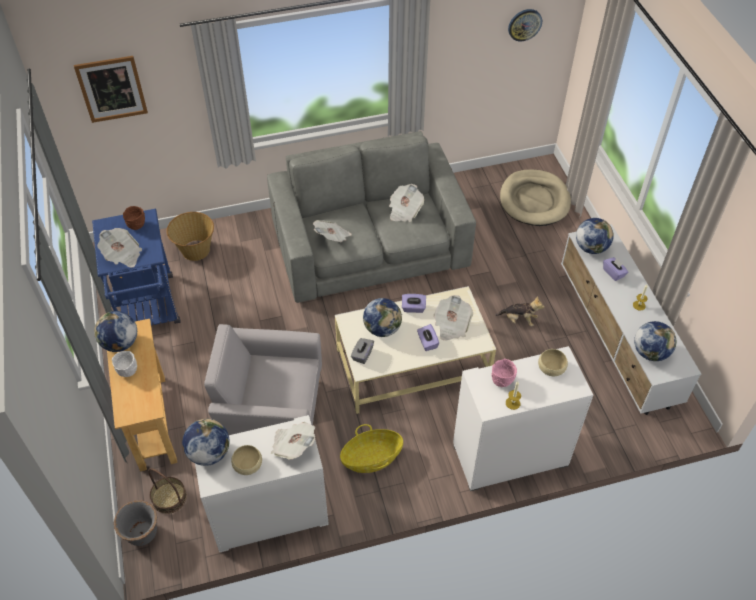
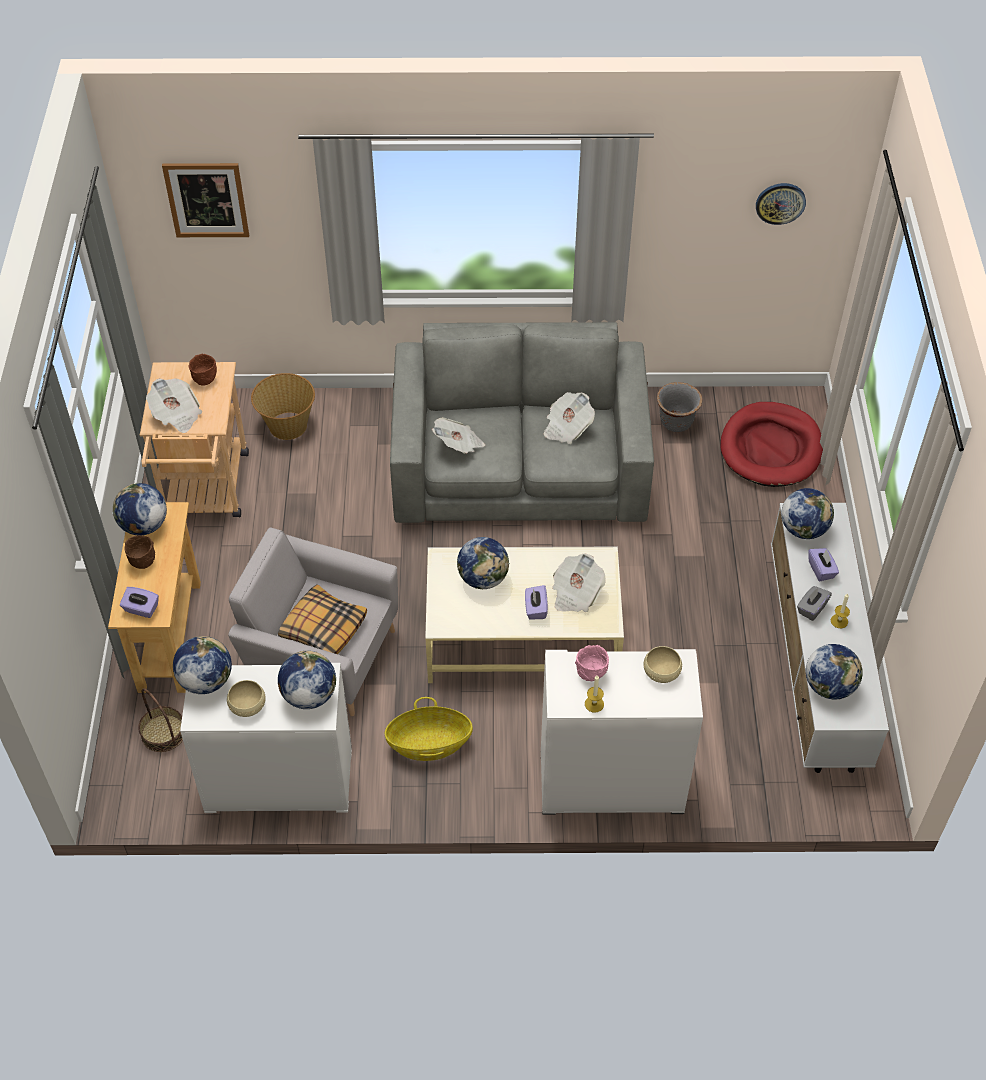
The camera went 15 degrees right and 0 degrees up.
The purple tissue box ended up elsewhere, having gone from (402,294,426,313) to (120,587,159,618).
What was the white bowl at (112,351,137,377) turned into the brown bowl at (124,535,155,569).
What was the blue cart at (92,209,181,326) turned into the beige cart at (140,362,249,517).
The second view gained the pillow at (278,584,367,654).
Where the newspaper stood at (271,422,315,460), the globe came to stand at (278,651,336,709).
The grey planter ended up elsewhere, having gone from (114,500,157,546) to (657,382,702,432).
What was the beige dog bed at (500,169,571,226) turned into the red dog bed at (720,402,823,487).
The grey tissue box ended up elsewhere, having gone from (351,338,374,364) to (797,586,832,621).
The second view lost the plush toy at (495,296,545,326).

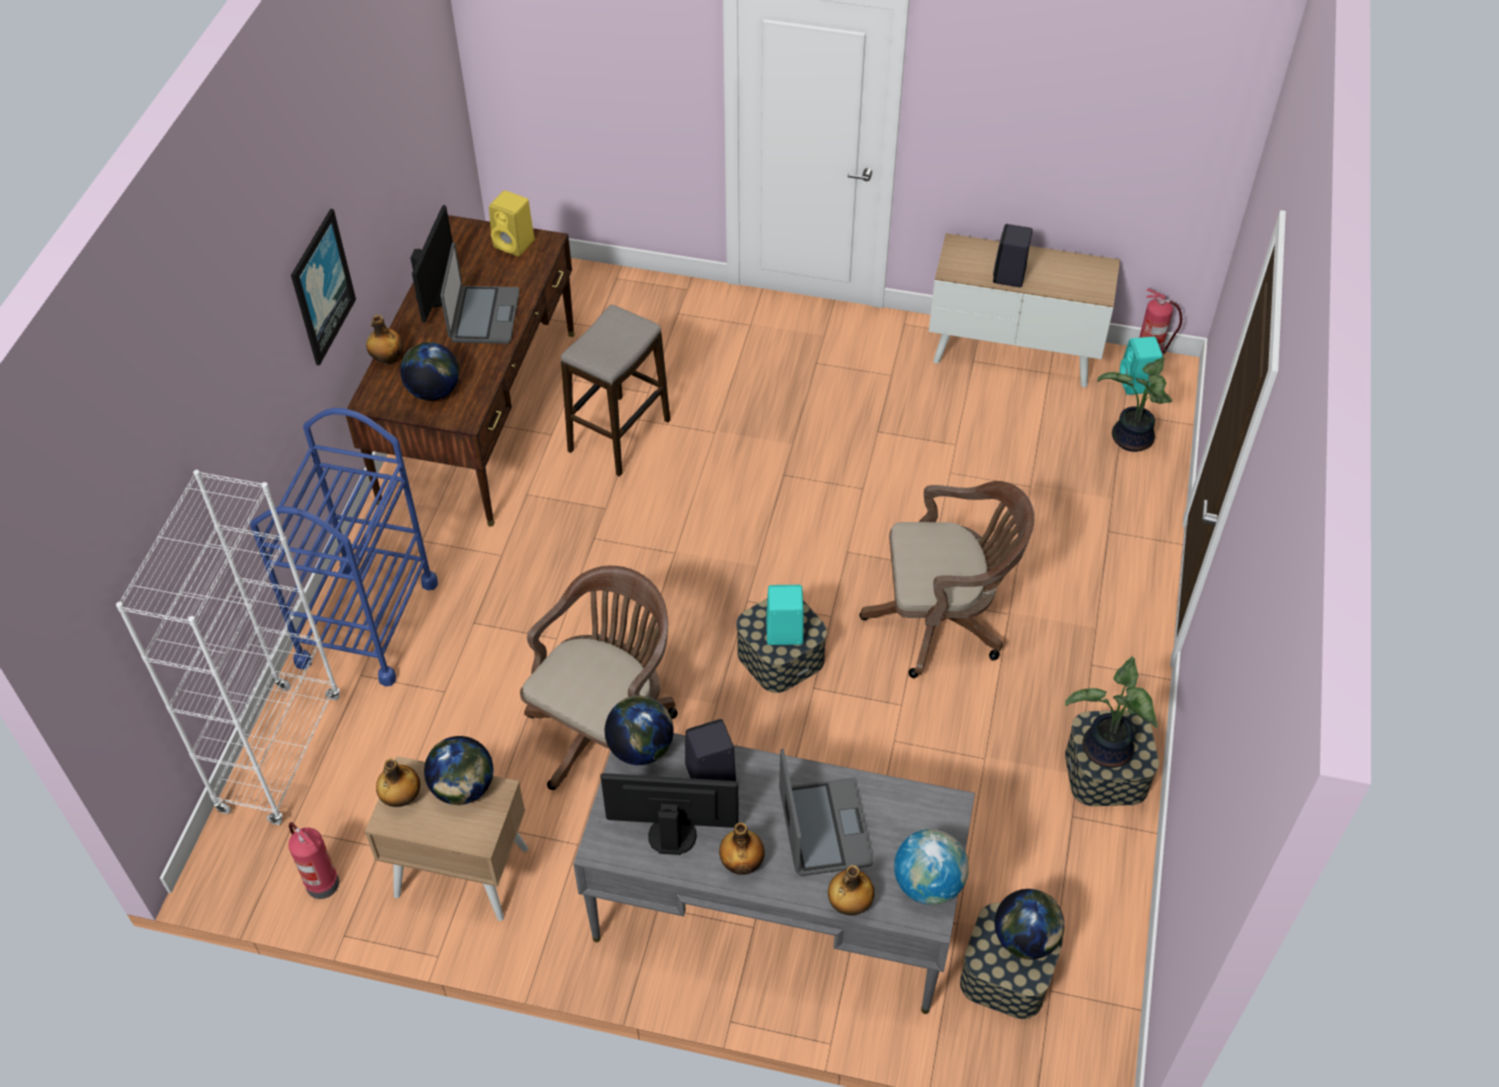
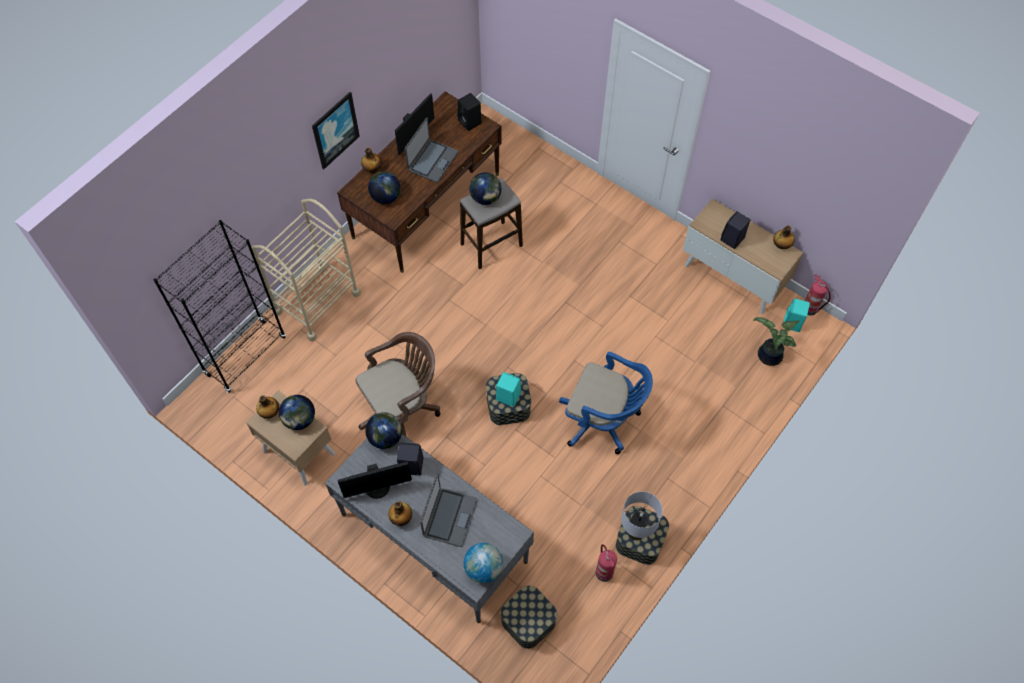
The camera went 25 degrees right and 10 degrees up.
What was the white bookcase at (116,470,340,825) turned into the black bookcase at (154,220,286,393).
What was the blue cart at (250,408,438,686) turned into the beige cart at (252,199,361,342).
The monitor at (600,773,739,855) ended up facing another way, 135 degrees clockwise from before.
What was the yellow speaker at (489,190,535,257) turned into the black speaker at (457,93,482,131).
The globe ended up elsewhere, having gone from (994,889,1065,959) to (469,172,501,205).
What was the brown office chair at (859,481,1035,678) turned into the blue office chair at (559,352,653,454).
The fire extinguisher ended up elsewhere, having gone from (288,822,339,899) to (596,544,617,582).
Where the potted plant stood at (1065,656,1158,768), the grey table lamp came to stand at (621,492,662,540).
The bottle ended up elsewhere, having gone from (828,865,874,916) to (773,225,795,249).

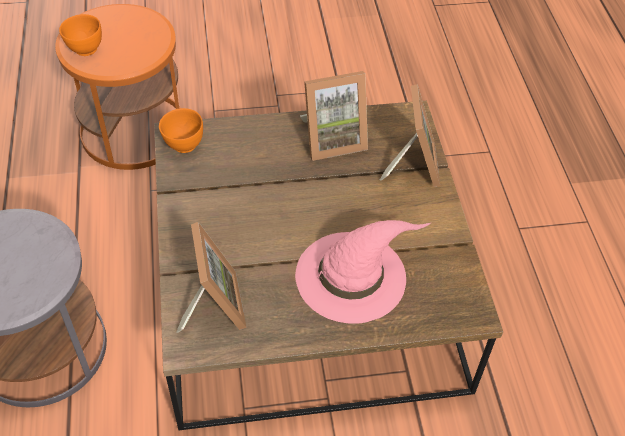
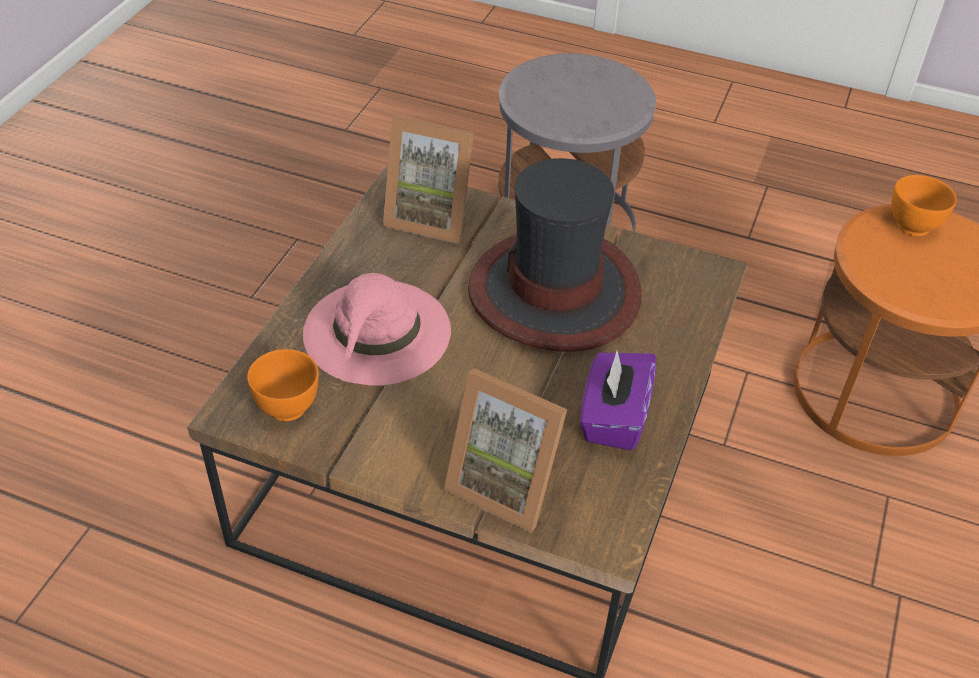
The camera went 120 degrees right and 5 degrees down.
The orange bowl ended up elsewhere, having gone from (159,108,203,153) to (247,349,319,421).
The second view gained the hat at (468,158,641,352).
Where the picture frame stood at (300,71,368,161), the purple tissue box came to stand at (580,351,656,450).

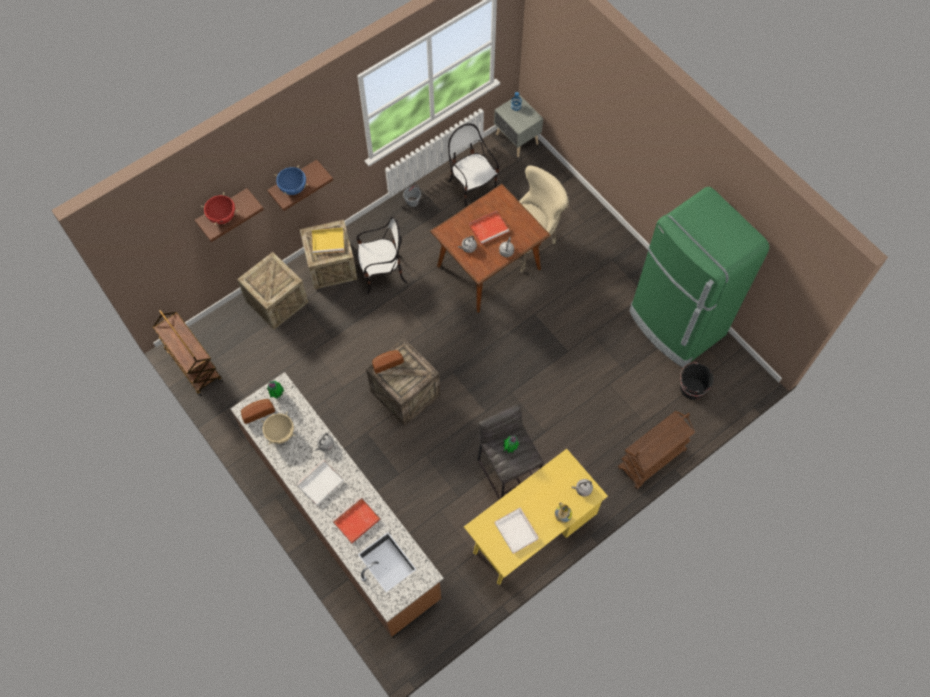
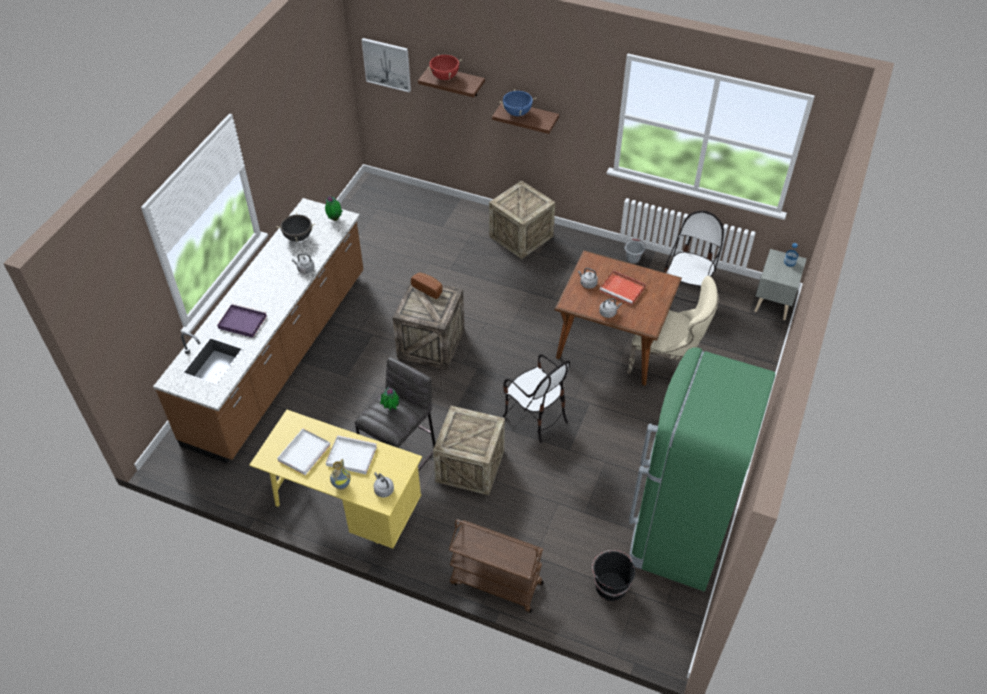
The camera went 60 degrees right and 15 degrees down.
What was the red tray at (333,497,380,543) turned into the purple tray at (217,303,267,338).
What was the beige cooking pot at (261,412,295,445) turned into the black cooking pot at (276,212,315,242).
The white tray ended up elsewhere, having gone from (297,460,344,506) to (326,435,377,474).
The second view gained the picture at (362,38,411,92).
The crate ended up elsewhere, having gone from (237,252,308,329) to (433,406,505,495).
The chair ended up elsewhere, having gone from (357,217,407,295) to (503,354,570,443).
The second view lost the brown cart at (153,310,223,396).
The second view lost the bread at (241,399,275,424).
The second view lost the yellow tray at (312,228,345,254).

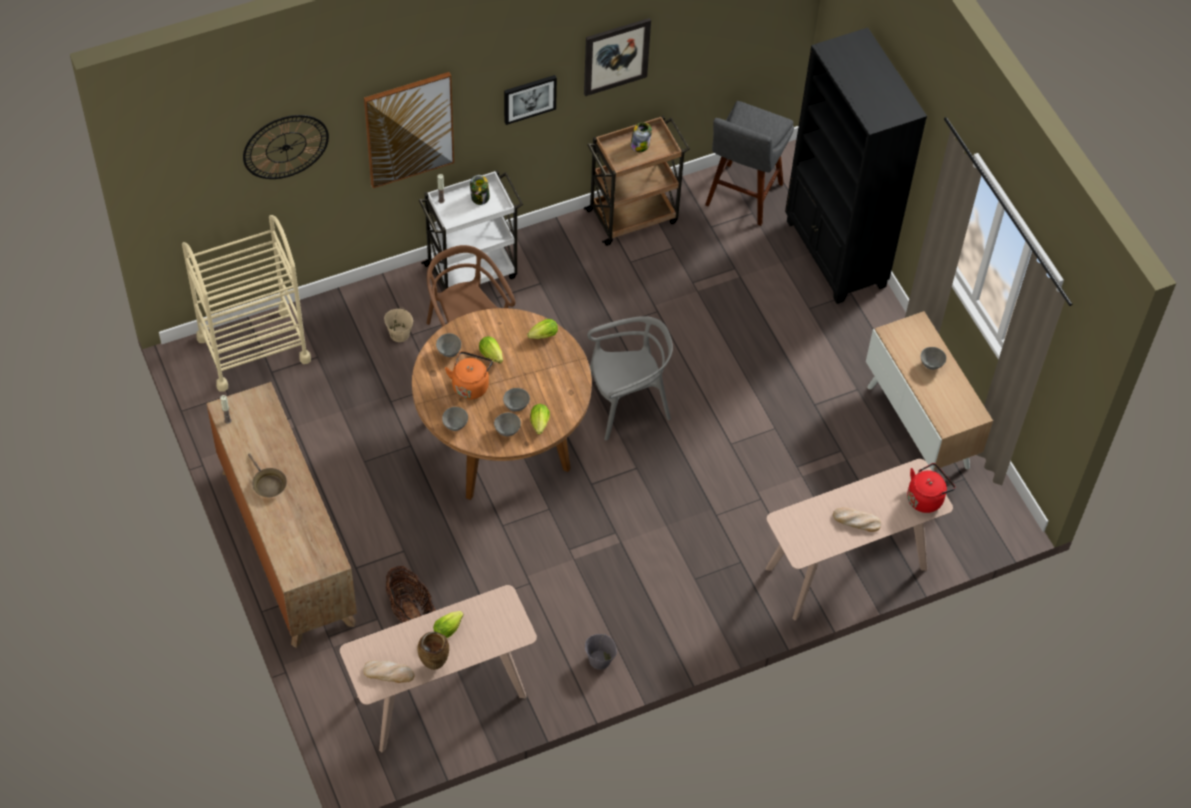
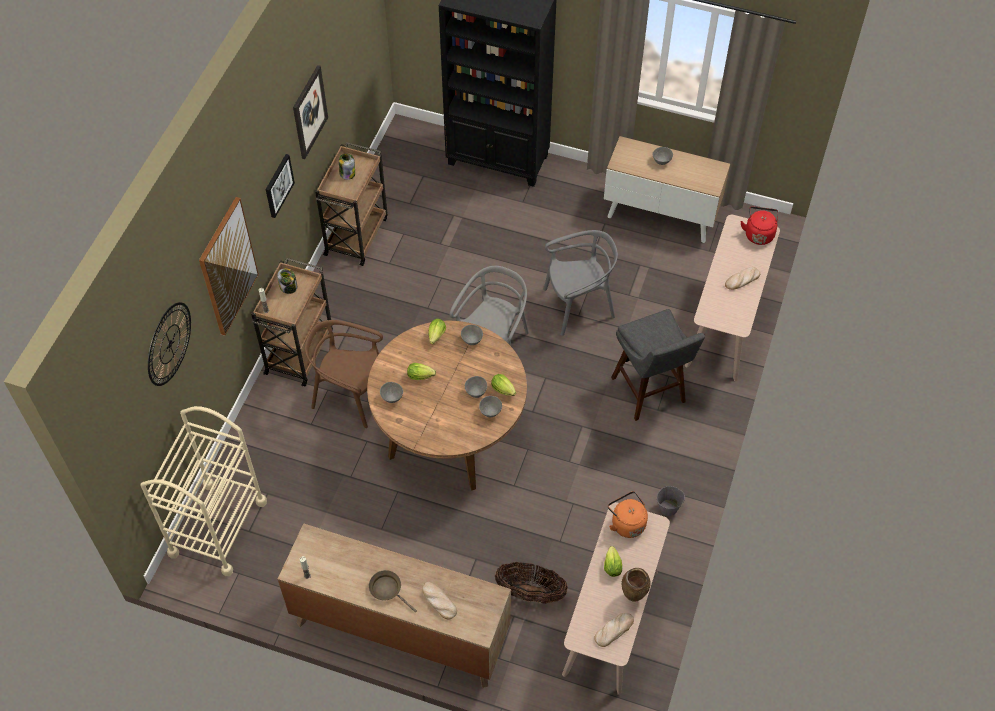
The camera went 45 degrees left and 0 degrees up.
What was the white cart at (418,170,523,290) turned into the brown cart at (251,258,333,386).
The brown frying pan at (248,453,287,497) ended up facing another way, 150 degrees counterclockwise from before.
The second view gained the bread at (422,582,457,620).
The grey bowl ended up elsewhere, having gone from (442,407,468,431) to (461,325,483,345).
The second view gained the grey chair at (543,230,618,336).
The orange kettle ended up elsewhere, having gone from (445,351,493,399) to (608,491,648,538).
The grey stool ended up elsewhere, having gone from (705,101,794,226) to (611,309,705,421).
The second view lost the beige bucket at (384,307,413,342).

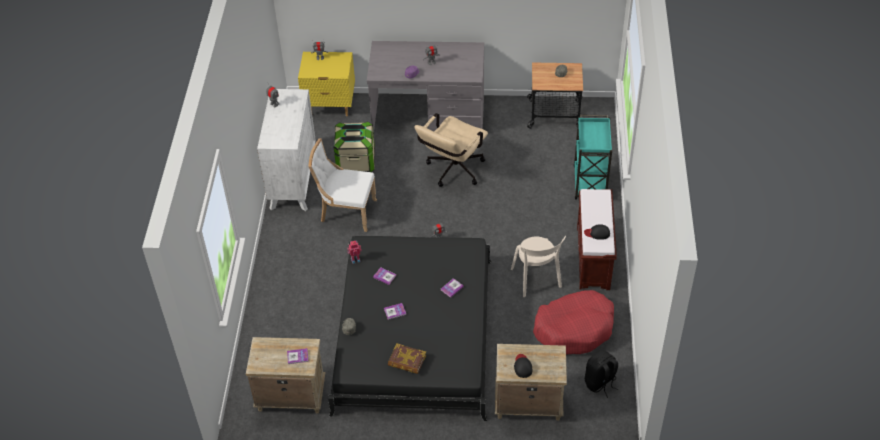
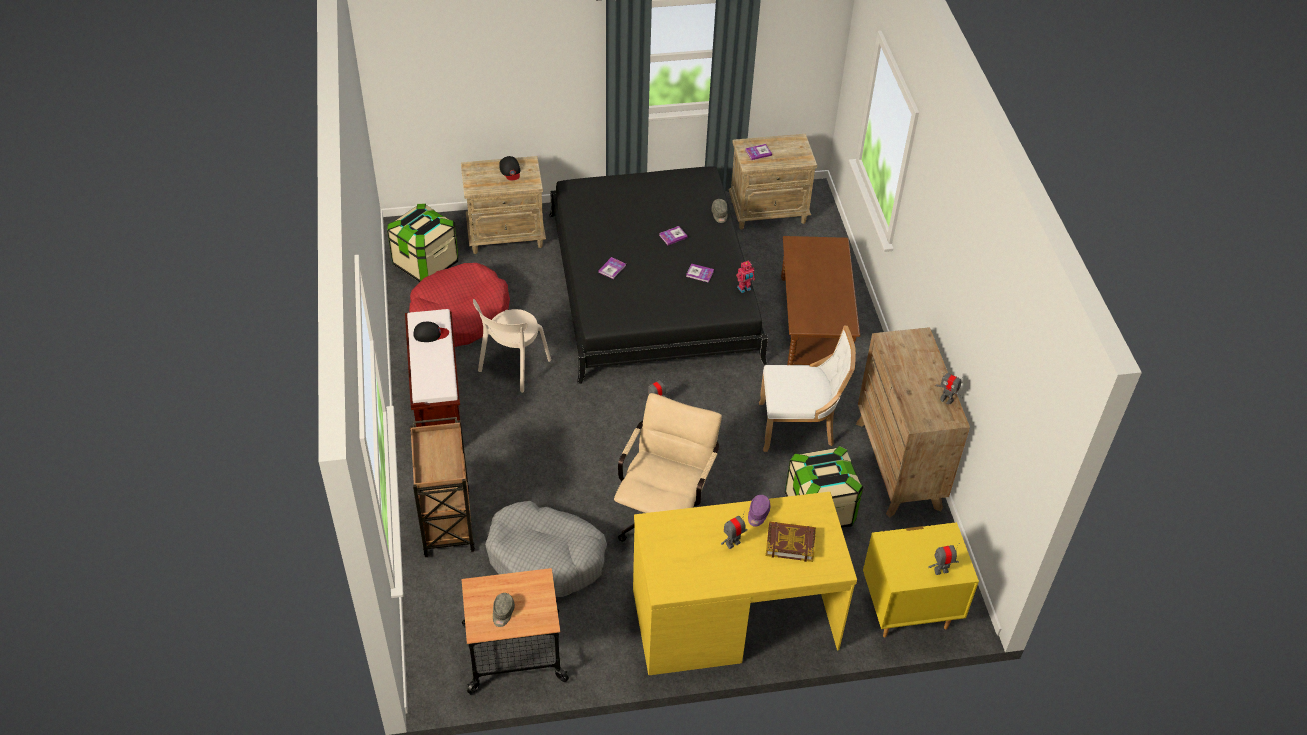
The camera went 165 degrees right and 0 degrees up.
Where the black backpack stood at (585,350,618,398), the storage box came to stand at (387,203,458,282).
What was the turquoise cart at (573,115,612,200) turned into the brown cart at (410,417,475,557).
The beige chair at (511,236,566,297) ended up facing another way, 120 degrees counterclockwise from before.
The second view gained the grey dog bed at (485,501,607,597).
What was the grey desk at (367,41,484,132) turned into the yellow desk at (633,492,857,675).
The book ended up elsewhere, having gone from (388,343,426,374) to (766,522,816,562).
The second view gained the brown coffee table at (781,236,860,365).
What was the white dresser at (257,89,316,211) turned into the brown dresser at (856,327,970,517).

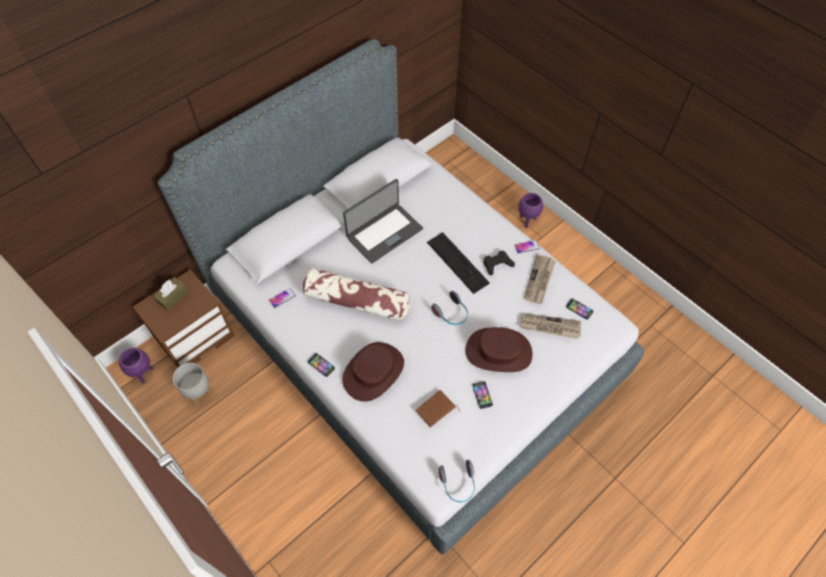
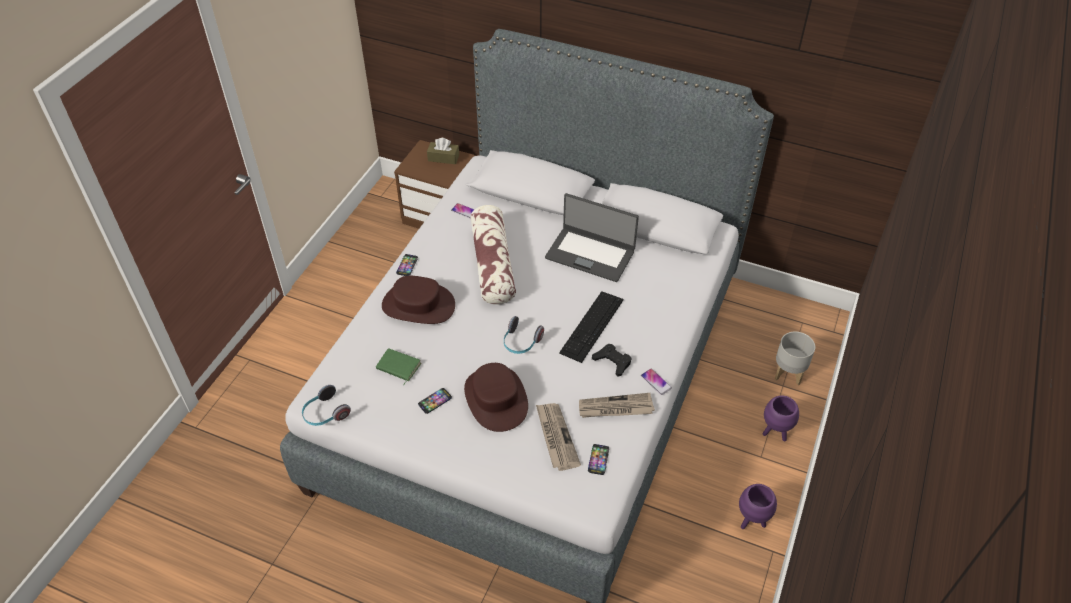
The camera went 65 degrees right and 10 degrees down.
What was the brown book at (416,390,460,427) turned into the green book at (376,348,421,386).
The purple planter ended up elsewhere, having gone from (119,348,153,384) to (739,484,777,529).
The grey planter ended up elsewhere, having gone from (173,363,214,406) to (775,331,815,385).

